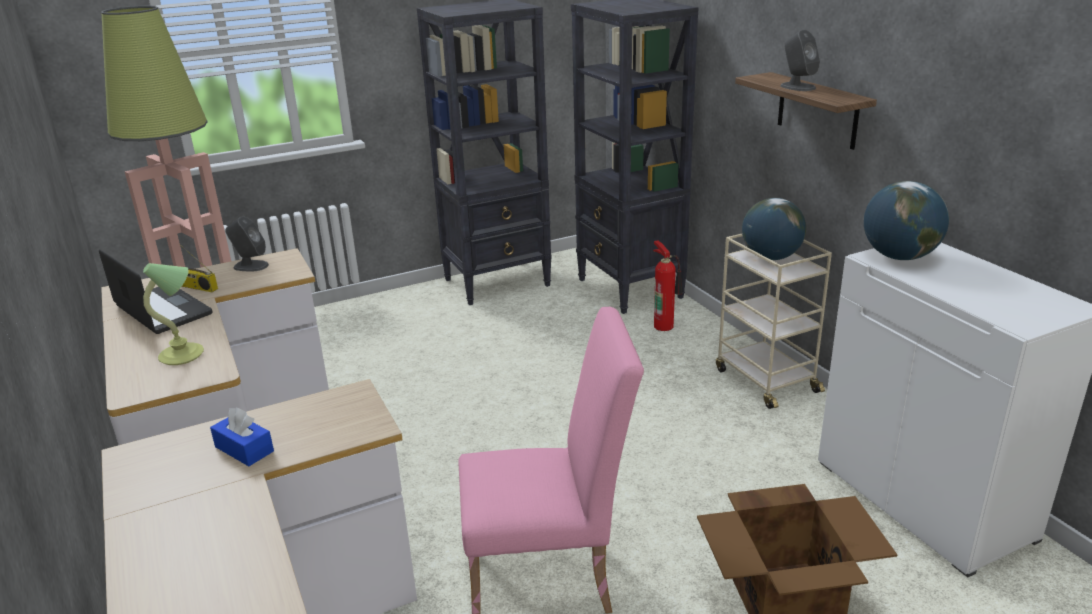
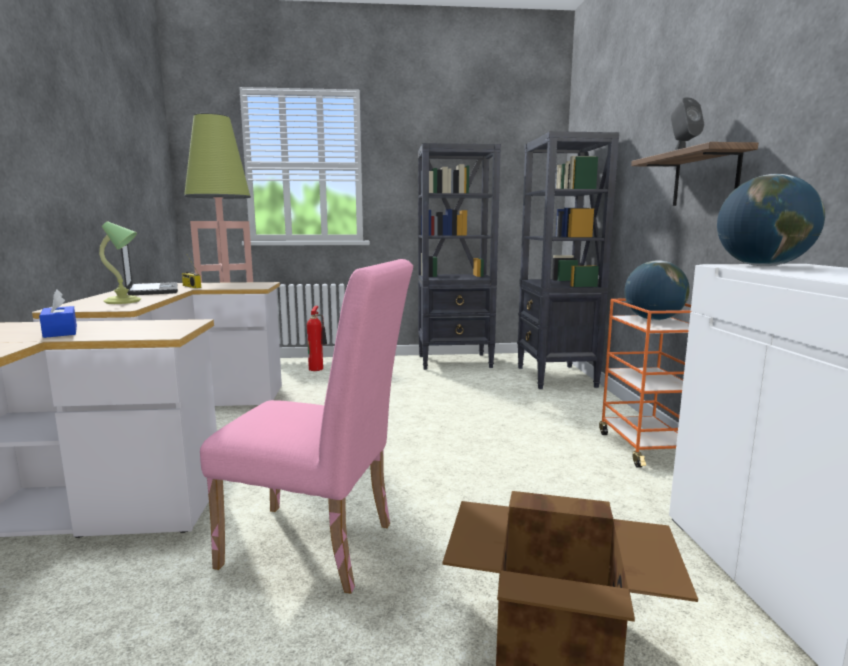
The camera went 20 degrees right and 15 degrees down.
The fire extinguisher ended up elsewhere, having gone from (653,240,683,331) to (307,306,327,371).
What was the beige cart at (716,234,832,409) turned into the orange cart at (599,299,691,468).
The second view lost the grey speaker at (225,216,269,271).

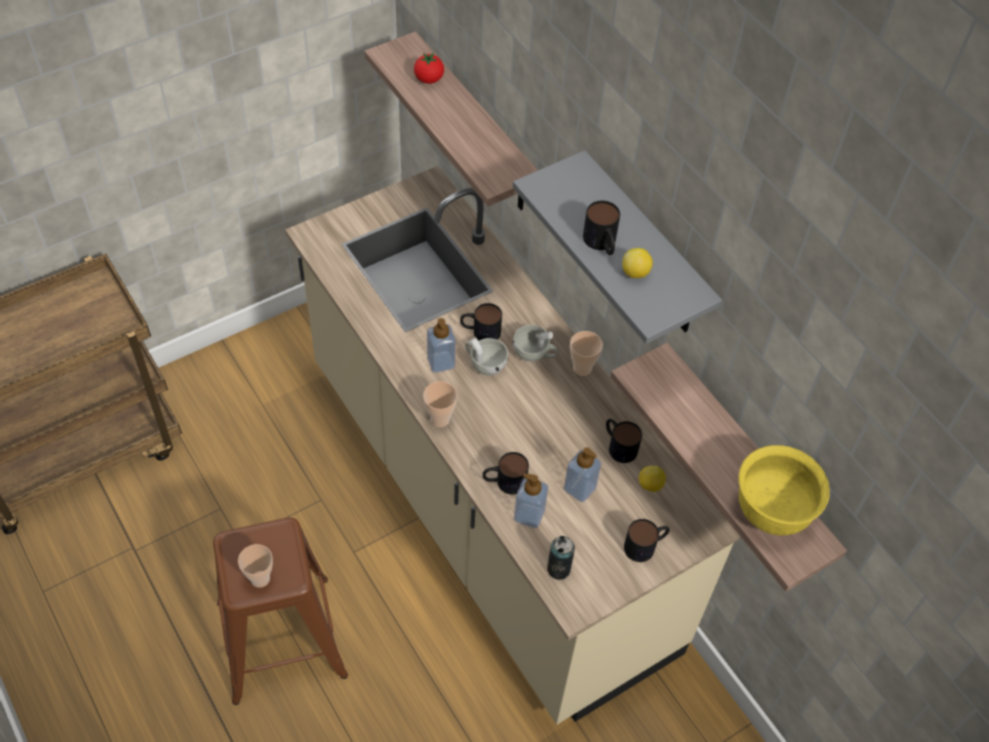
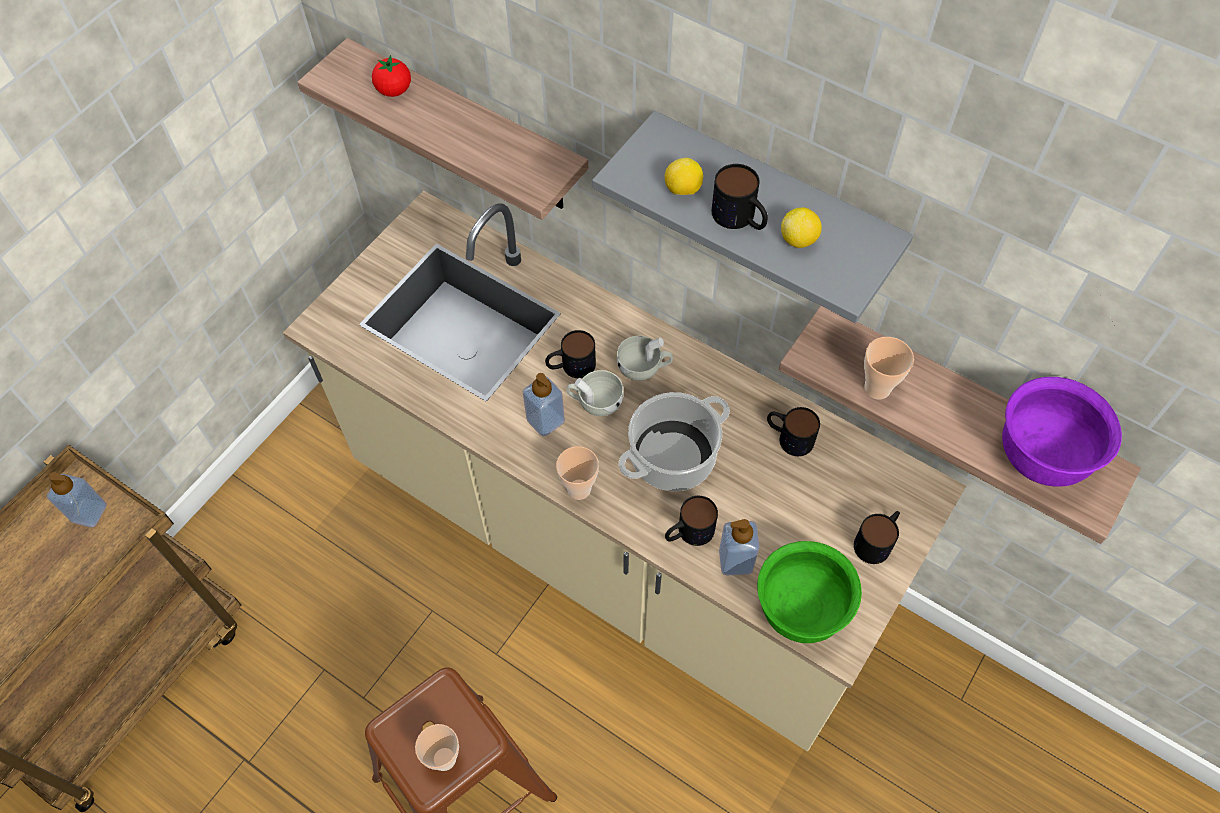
The camera went 20 degrees left and 5 degrees up.
The soap dispenser ended up elsewhere, having gone from (564,447,601,502) to (47,472,107,527).
The second view gained the cooking pot at (619,392,730,491).
The lemon ended up elsewhere, having gone from (639,466,666,492) to (665,158,703,195).
Where the can stood at (547,536,575,580), the green bowl came to stand at (757,541,862,643).
The cup ended up elsewhere, having gone from (570,331,603,376) to (864,337,914,399).
What was the yellow bowl at (738,445,830,535) turned into the purple bowl at (1002,377,1122,487).

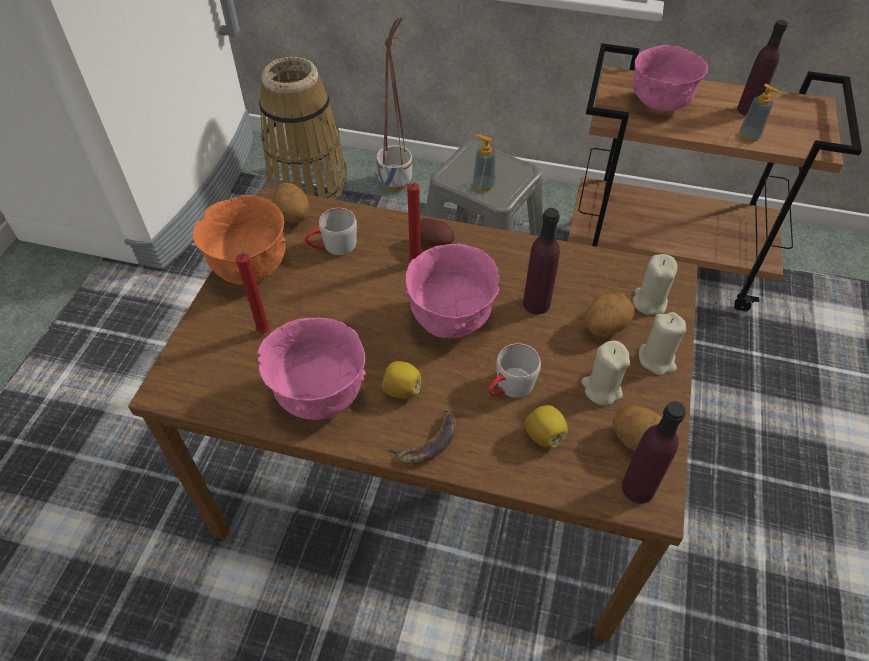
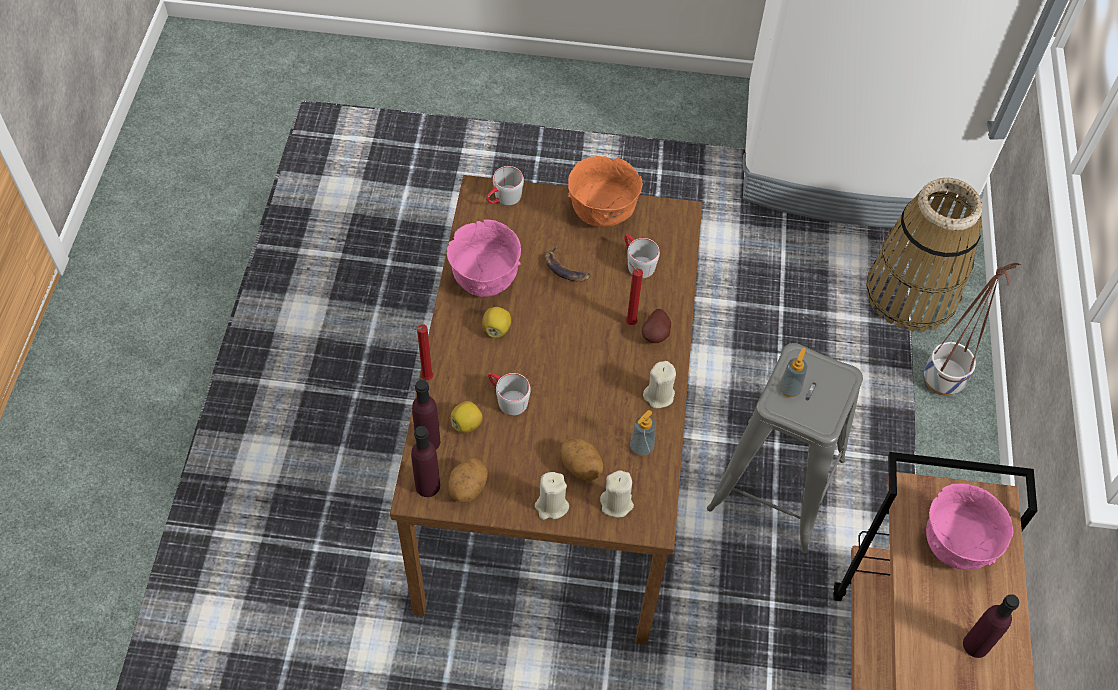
The camera went 80 degrees right and 5 degrees up.
The purple bottle ended up elsewhere, having gone from (523,208,560,314) to (412,380,440,449).
The red candle ended up elsewhere, having gone from (236,253,270,333) to (414,324,433,380).
The second view gained the grey mug at (486,166,524,205).
The banana ended up elsewhere, having gone from (385,411,456,464) to (545,246,591,282).
The soap dispenser ended up elsewhere, having gone from (739,84,780,142) to (630,410,656,456).
The beige candle ended up elsewhere, having gone from (581,341,630,406) to (643,361,676,408).
The second view lost the potato at (272,183,310,223).
The second view lost the pink bowl at (405,244,500,338).

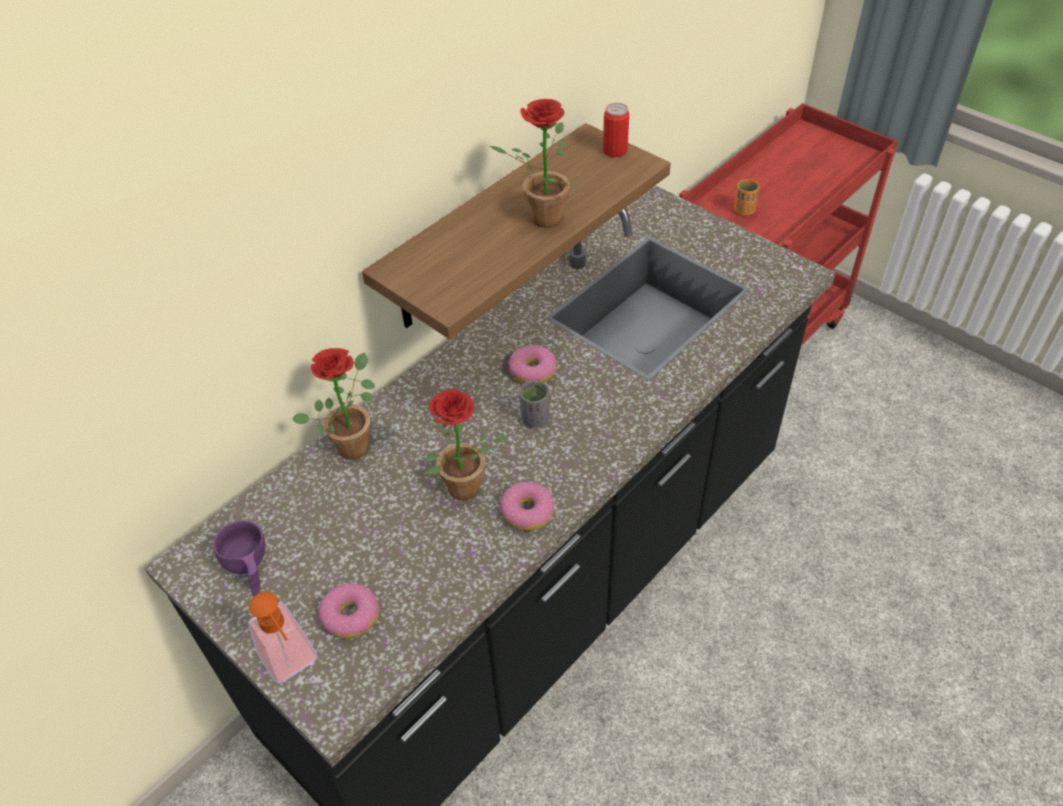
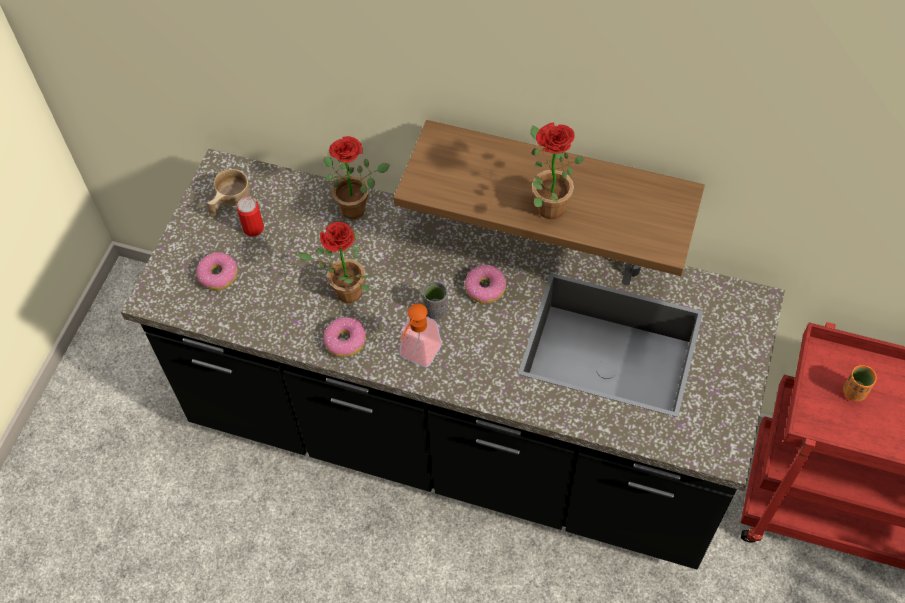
The camera went 65 degrees right and 10 degrees up.
What was the purple cup at (213,521,265,596) turned into the beige cup at (207,169,250,217).
The can ended up elsewhere, having gone from (603,103,629,157) to (237,197,264,236).
The soap dispenser ended up elsewhere, having gone from (248,592,317,683) to (400,303,442,367).

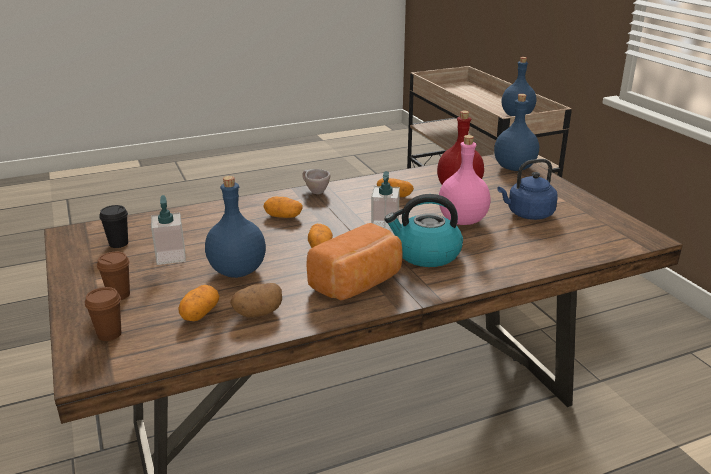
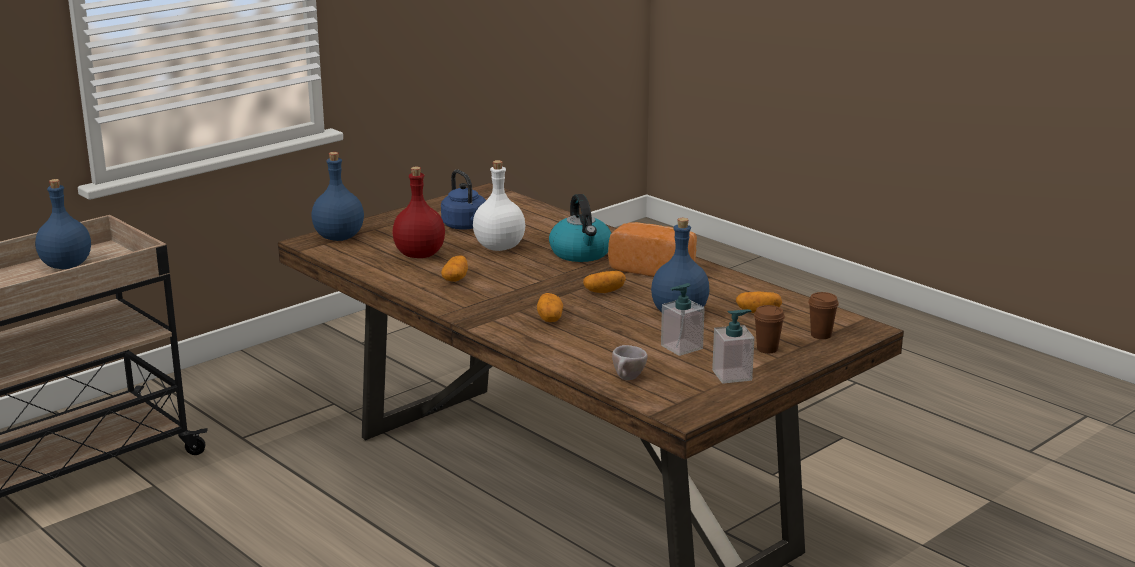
The camera went 110 degrees left and 5 degrees down.
What was the pink bottle at (439,135,491,225) turned into the white bottle at (473,160,525,251).
The beige cup ended up elsewhere, having gone from (302,169,330,194) to (612,345,648,380).
The soap dispenser ended up elsewhere, having gone from (371,171,400,233) to (712,309,755,384).
The second view lost the black cup at (99,205,128,248).
The second view lost the potato at (230,283,282,317).

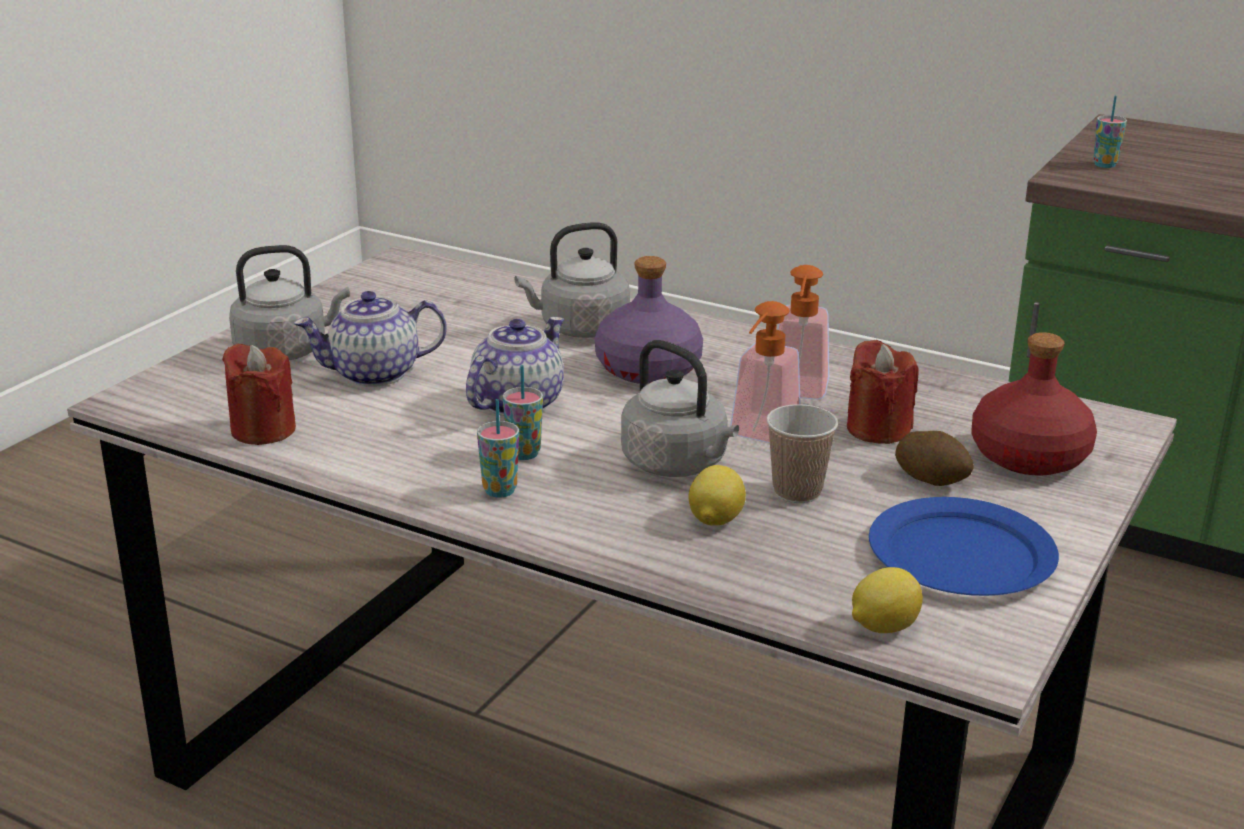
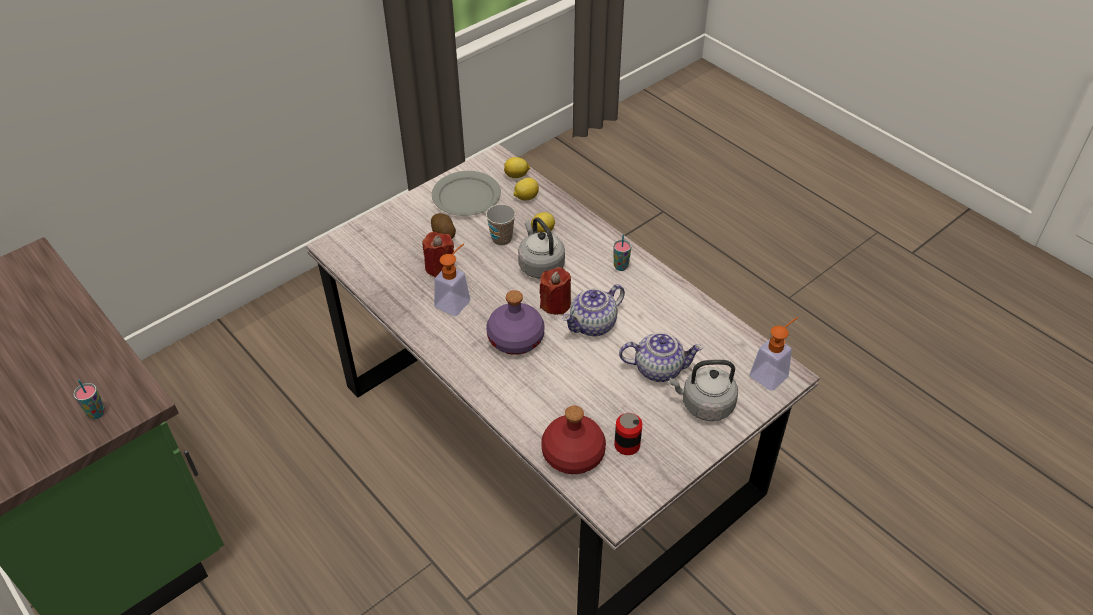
The camera went 160 degrees left and 20 degrees up.
What was the blue plate at (869,497,1059,596) turned into the grey plate at (432,171,501,216).
The second view gained the lemon at (514,178,539,200).
The red candle ended up elsewhere, having gone from (222,343,296,445) to (539,267,571,315).
The red bottle ended up elsewhere, having gone from (971,332,1097,476) to (541,406,606,474).
The second view gained the can at (614,413,642,455).
The soap dispenser ended up elsewhere, having gone from (730,301,801,443) to (749,317,798,391).
The second view lost the cup at (503,365,543,460).
The second view lost the grey kettle at (515,222,630,338).

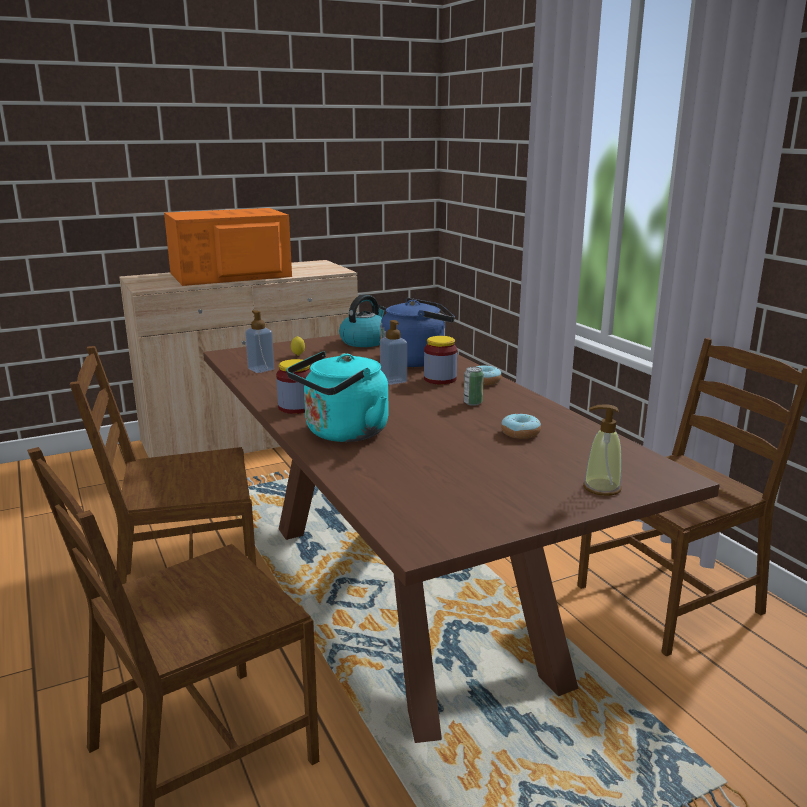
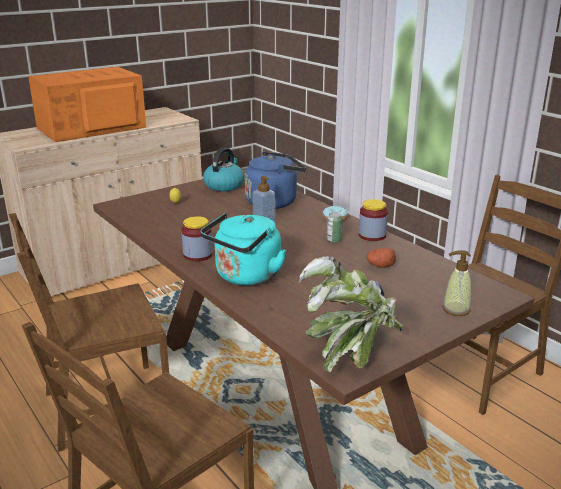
The camera went 10 degrees left and 5 degrees up.
The second view gained the potted plant at (299,256,403,372).
The jar ended up elsewhere, having gone from (424,336,457,384) to (359,199,388,241).
Where the donut stood at (501,413,541,439), the potato came to stand at (367,248,396,268).
The second view lost the soap dispenser at (245,310,274,373).

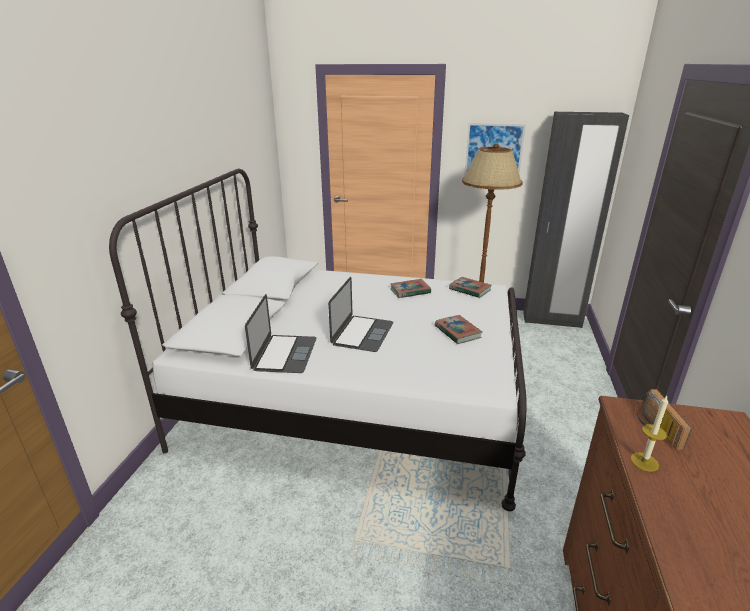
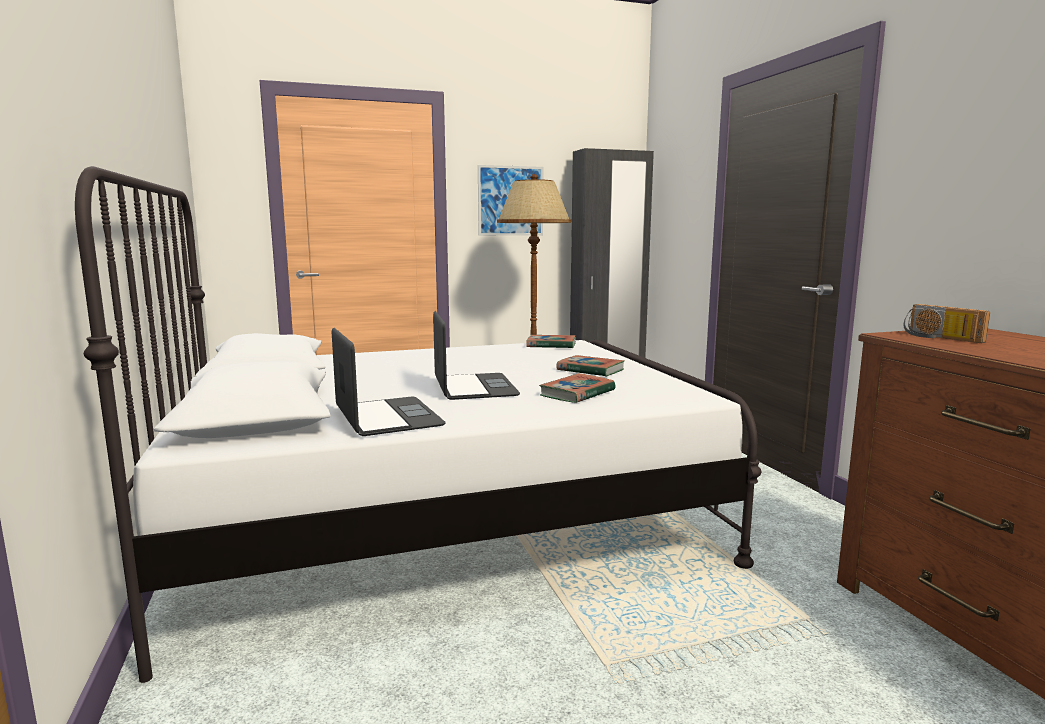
The camera went 30 degrees left and 15 degrees down.
The book ended up elsewhere, having gone from (390,279,431,298) to (539,373,616,403).
The second view lost the candle at (631,396,668,472).

